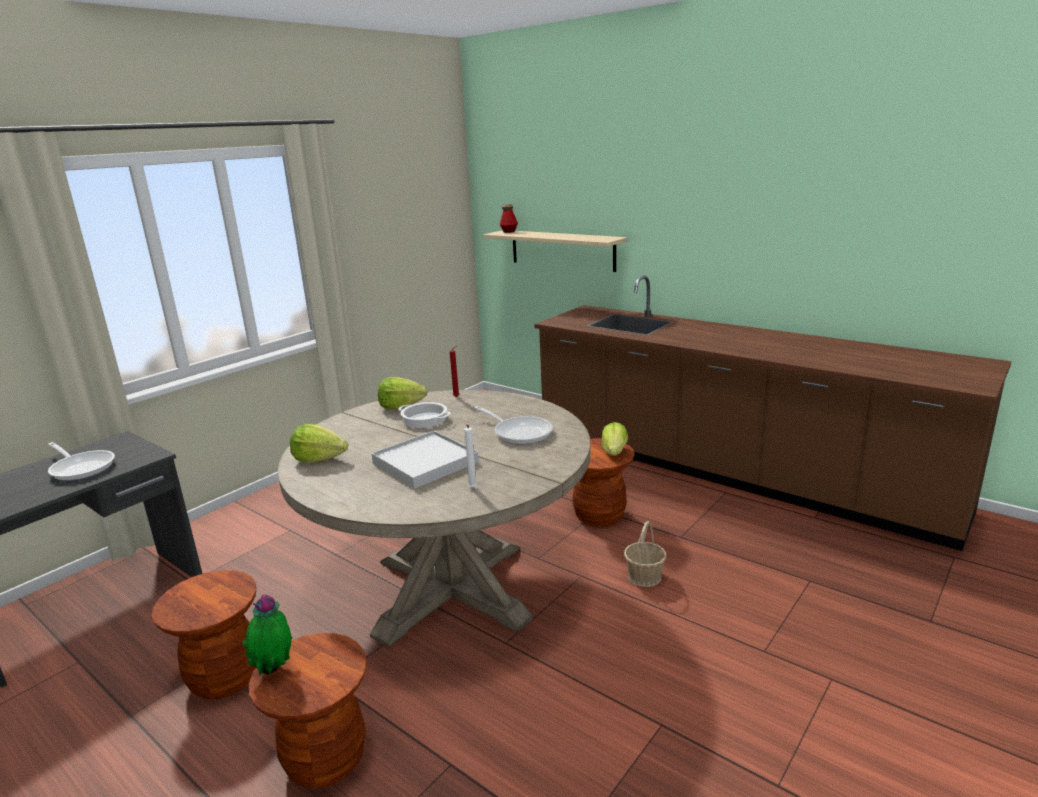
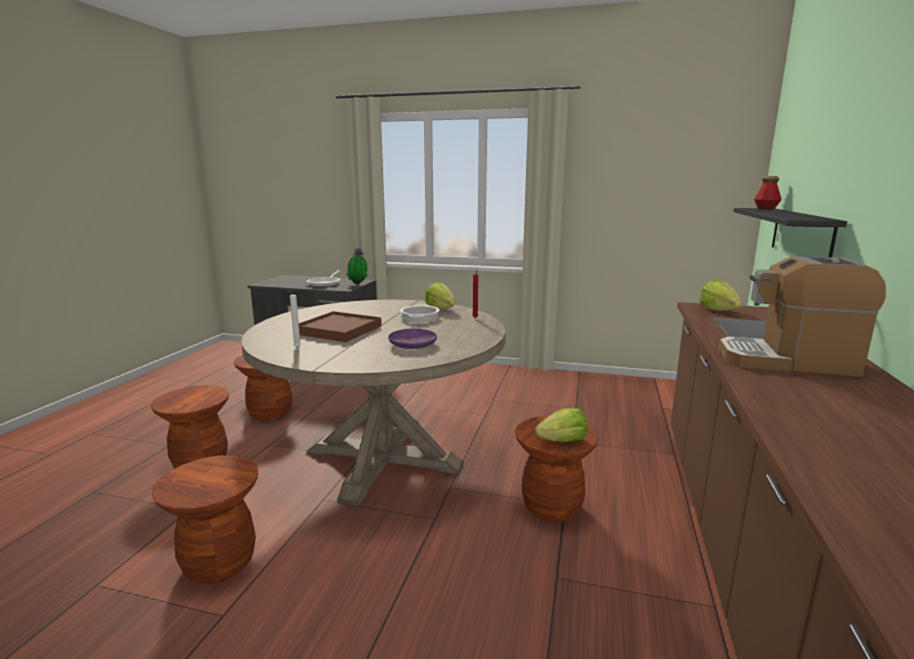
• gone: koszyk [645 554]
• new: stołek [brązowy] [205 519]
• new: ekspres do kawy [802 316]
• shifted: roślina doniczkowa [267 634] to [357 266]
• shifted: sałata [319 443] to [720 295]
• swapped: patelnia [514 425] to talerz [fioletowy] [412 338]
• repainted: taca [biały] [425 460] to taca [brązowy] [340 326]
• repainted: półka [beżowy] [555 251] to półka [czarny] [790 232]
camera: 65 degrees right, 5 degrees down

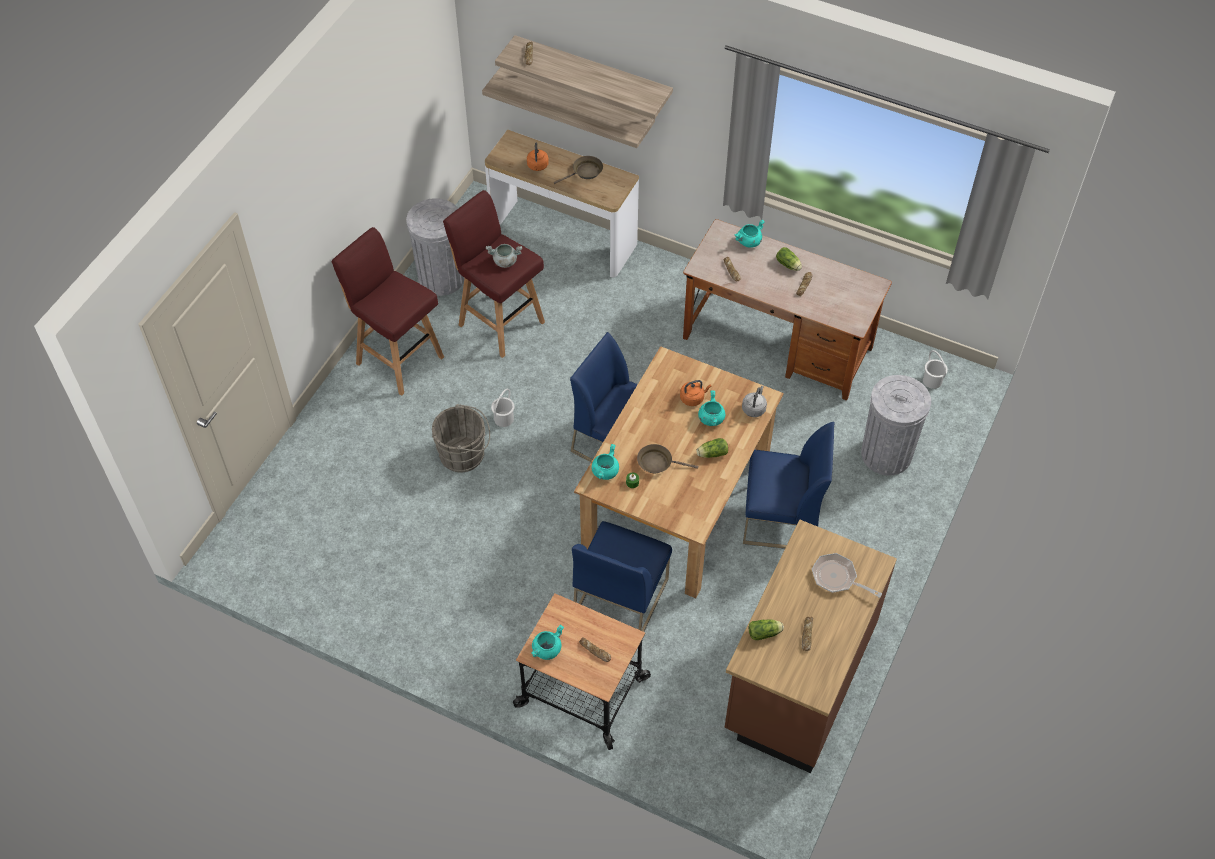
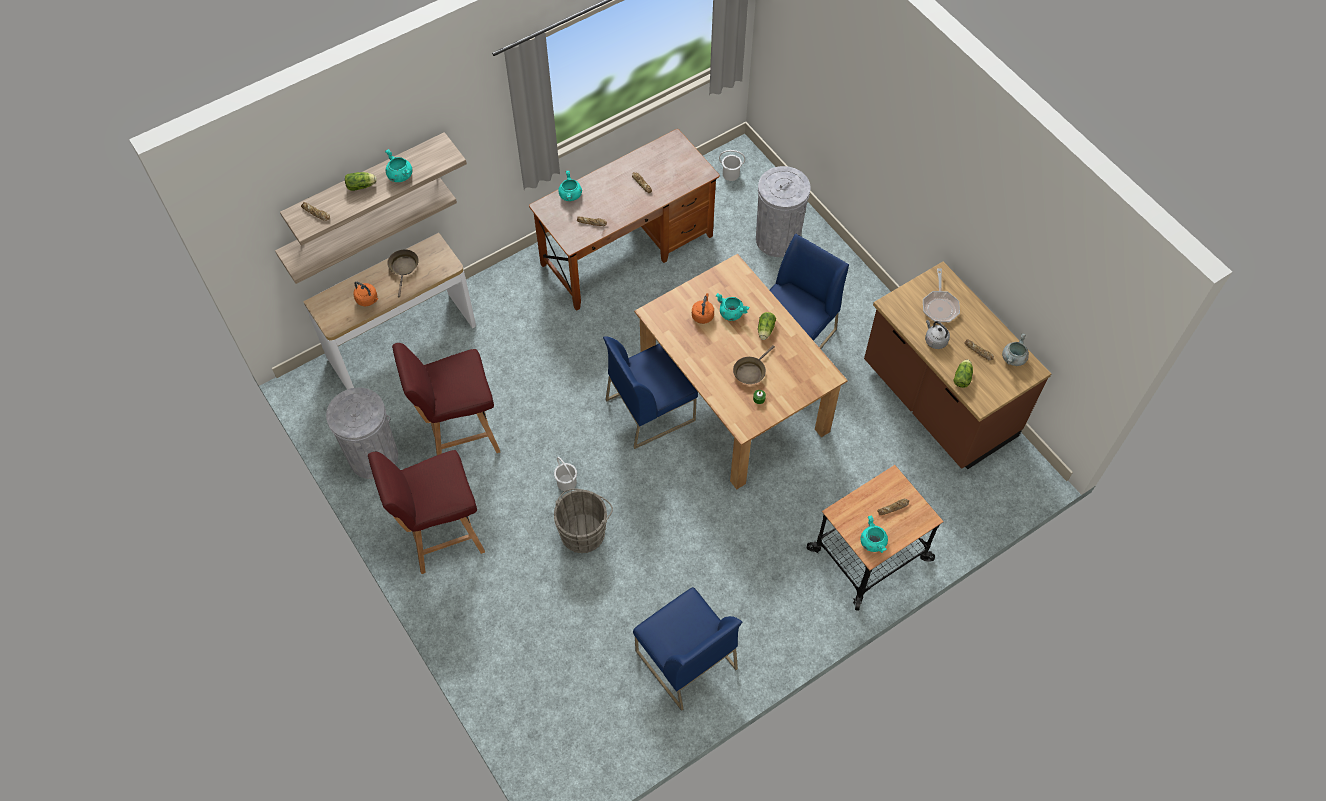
• shifted: garnek [szary] [504 256] to [1015 349]
• shifted: krzesło [niebieski] [622 576] to [687 649]
• shifted: garnek [turkusowy] [605 462] to [399 165]
• shifted: czajnik [szary] [754 401] to [937 334]
• shifted: sałata [789 259] to [361 181]
• rotated: patelnia [847 575] = [941 295] 60 degrees counterclockwise
camera: 60 degrees left, 5 degrees up

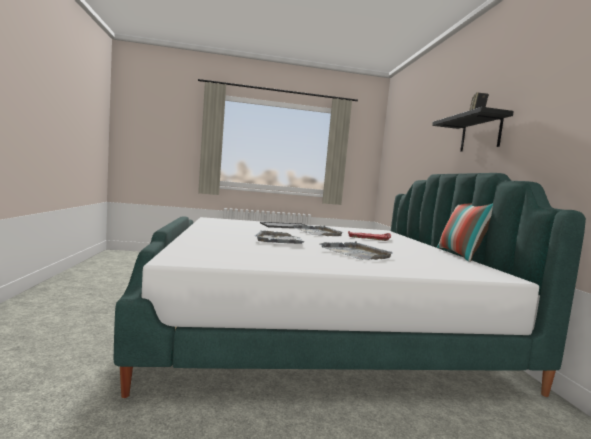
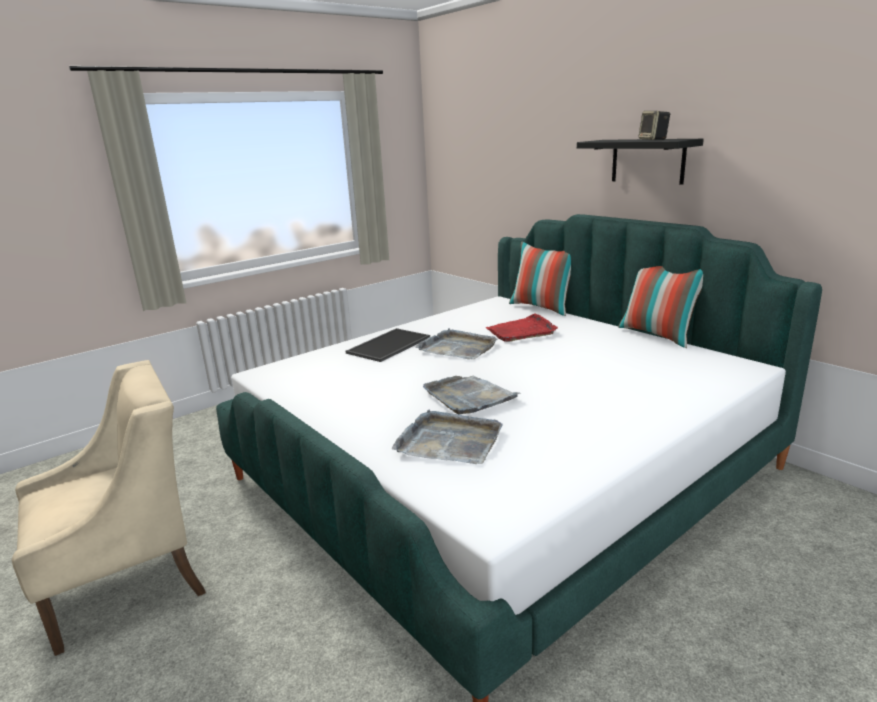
• new: fotel [beżowy] [109 508]
• new: poduszka [540 279]
• shifted: taca [szary] [356 250] to [447 437]
camera: 30 degrees left, 15 degrees up

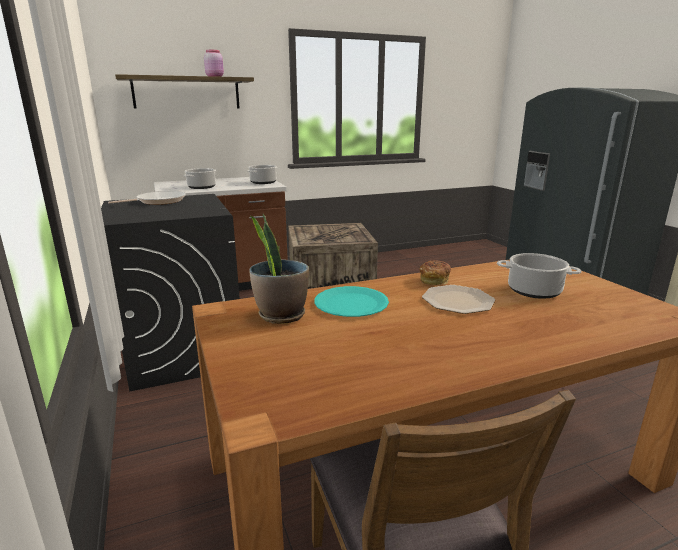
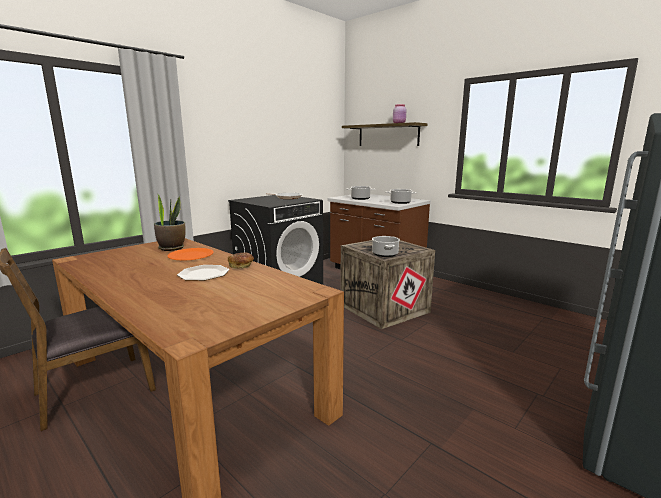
• shifted: garnek [539 276] to [386 246]
• repainted: talerz [turkusowy] [351 301] to talerz [pomarańczowy] [190 254]
camera: 65 degrees right, 5 degrees down

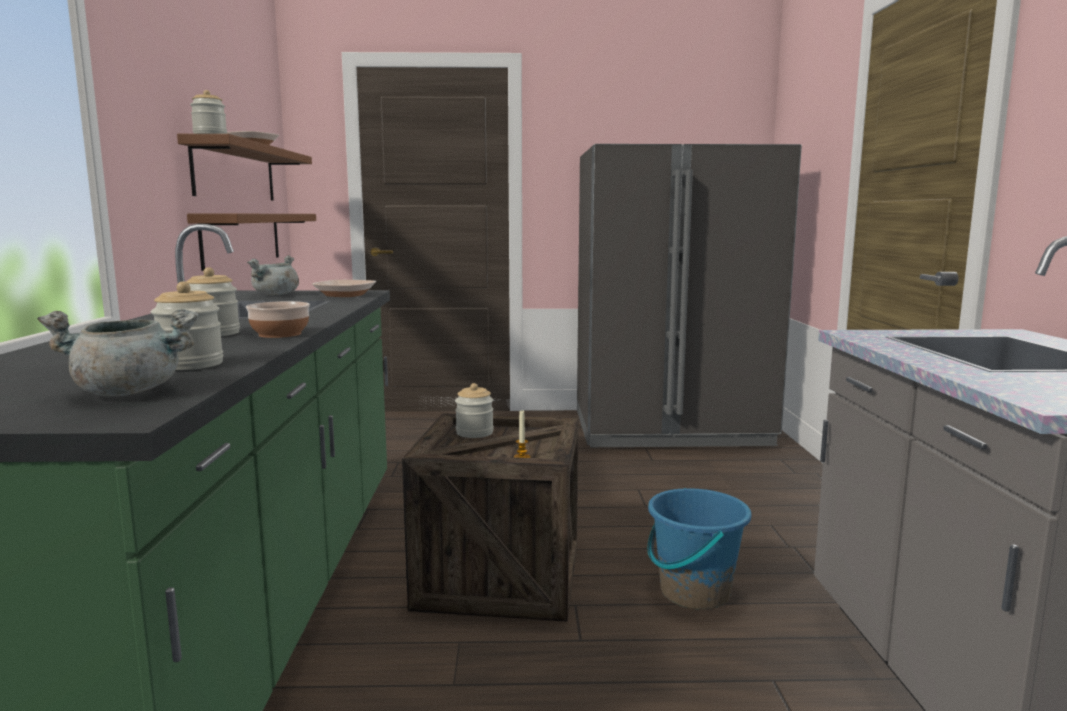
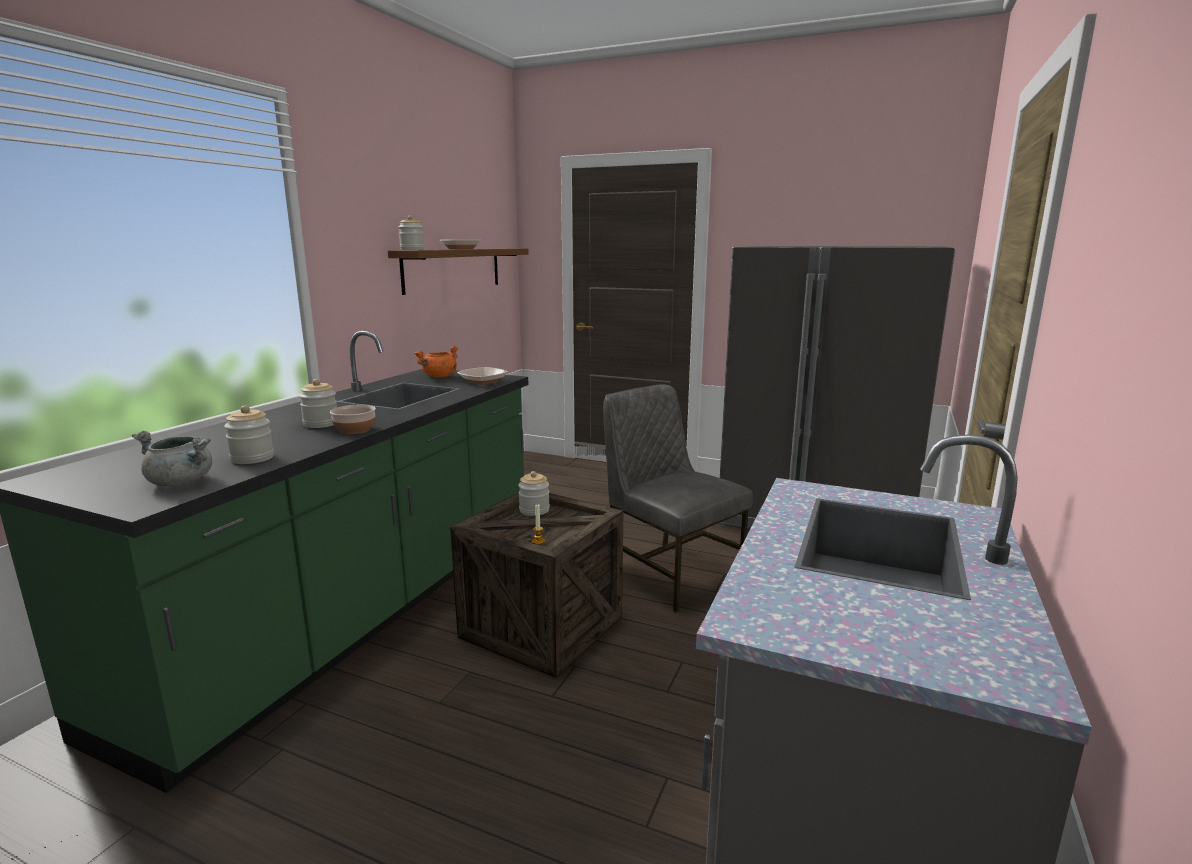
• gone: półka [brązowy] [251 242]
• gone: wiadro [niebieski] [700 549]
• new: krzesło [szary] [678 498]
• repainted: garnek [szary] [273 275] to garnek [pomarańczowy] [437 361]
camera: 25 degrees right, 5 degrees up

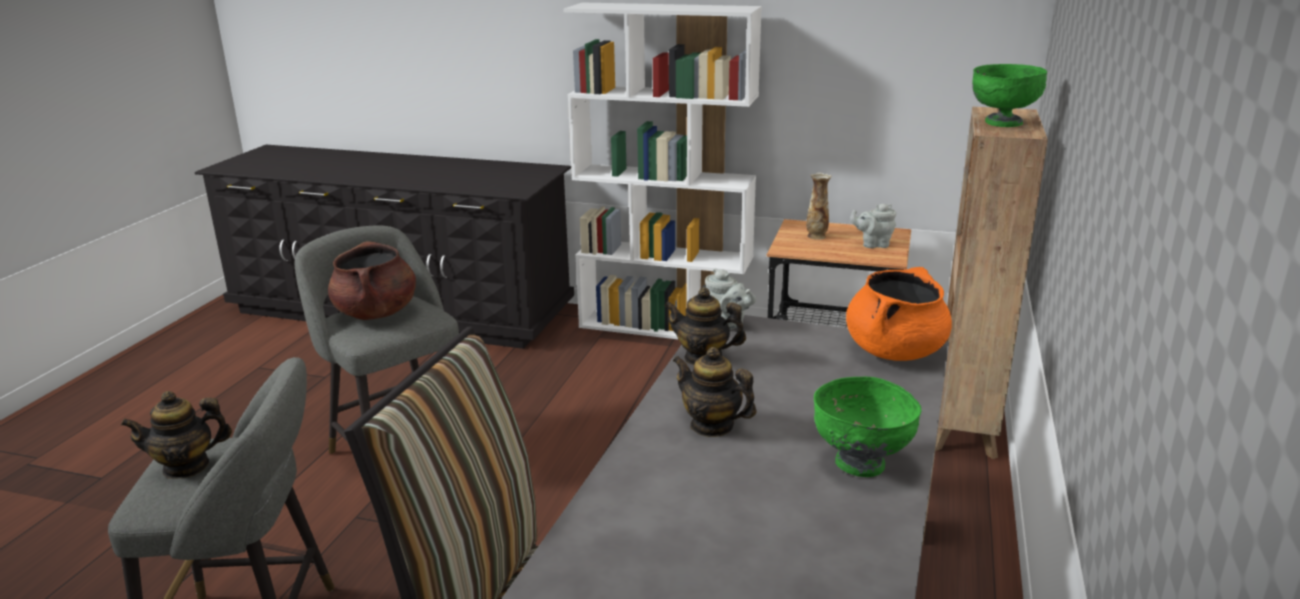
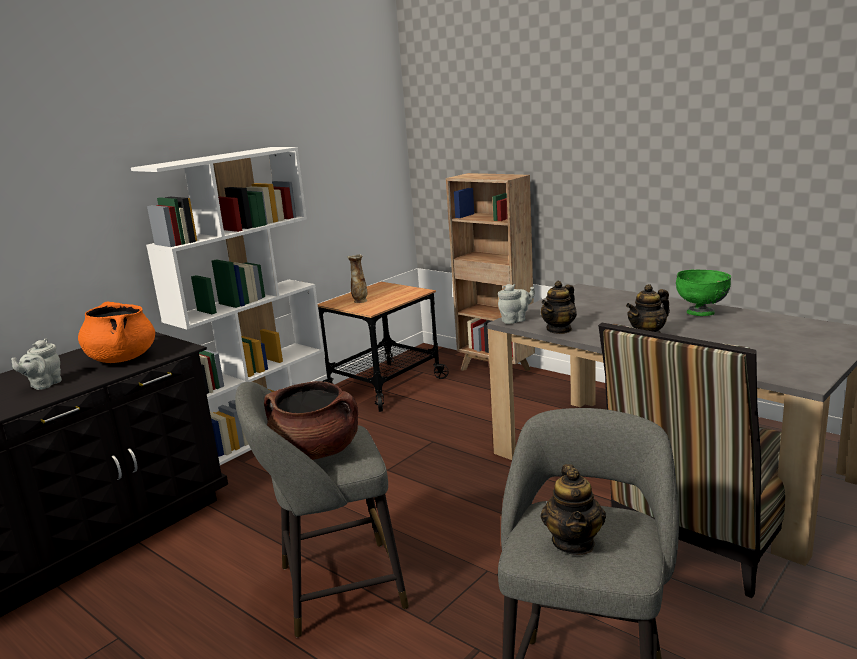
• gone: miska [zielony] [1009 95]
• shifted: garnek [pomarańczowy] [899 314] to [116 332]
• shifted: imbryk [szary] [873 226] to [36 364]
camera: 65 degrees left, 5 degrees down

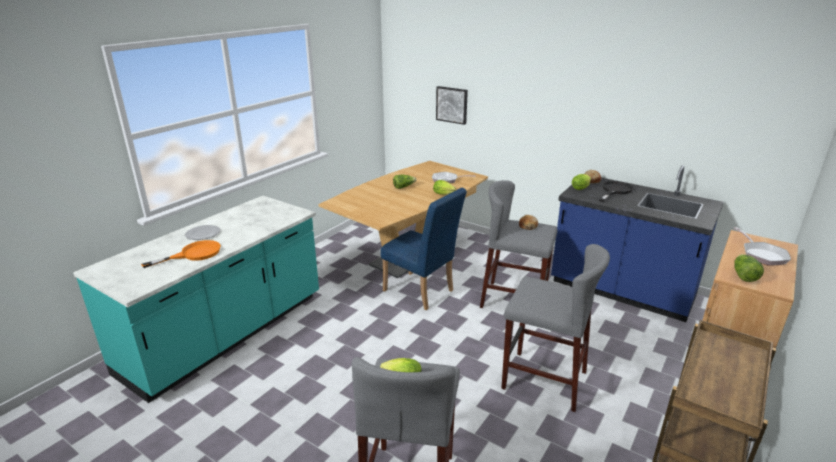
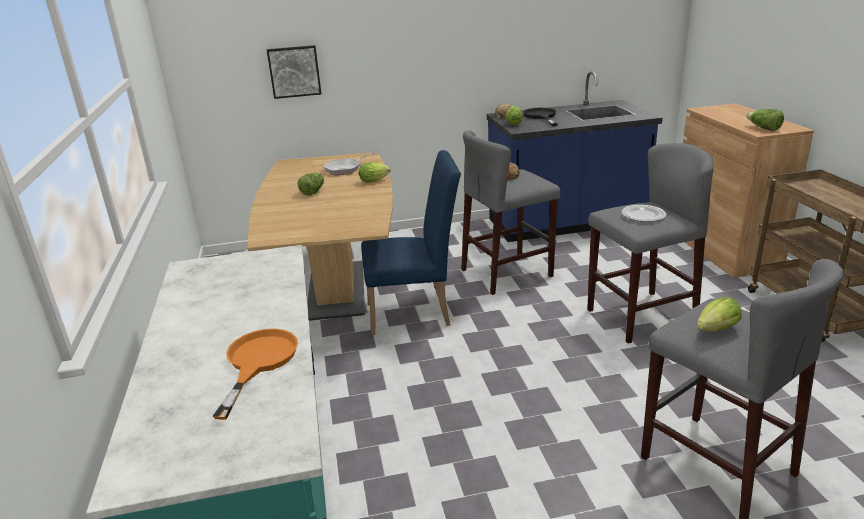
• gone: patelnia [762 246]
• shifted: talerz [202 232] to [643 213]
camera: 45 degrees left, 0 degrees up

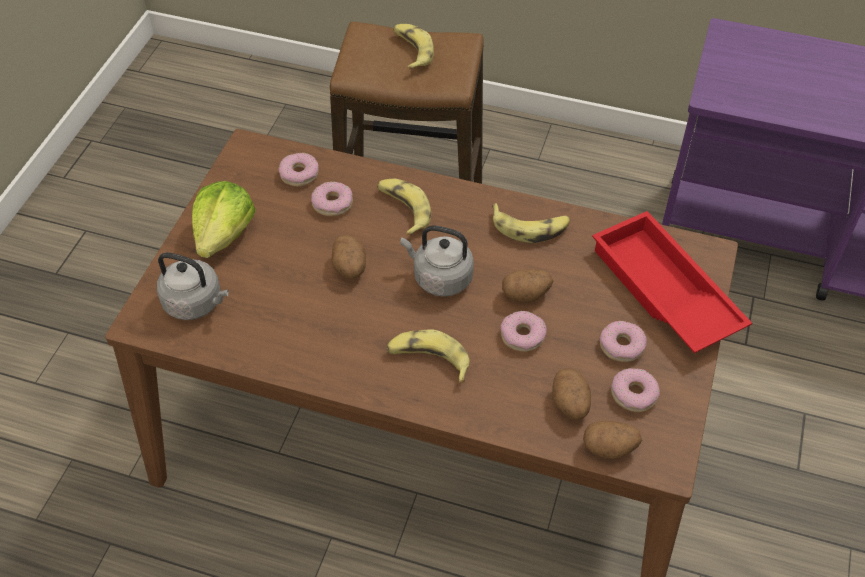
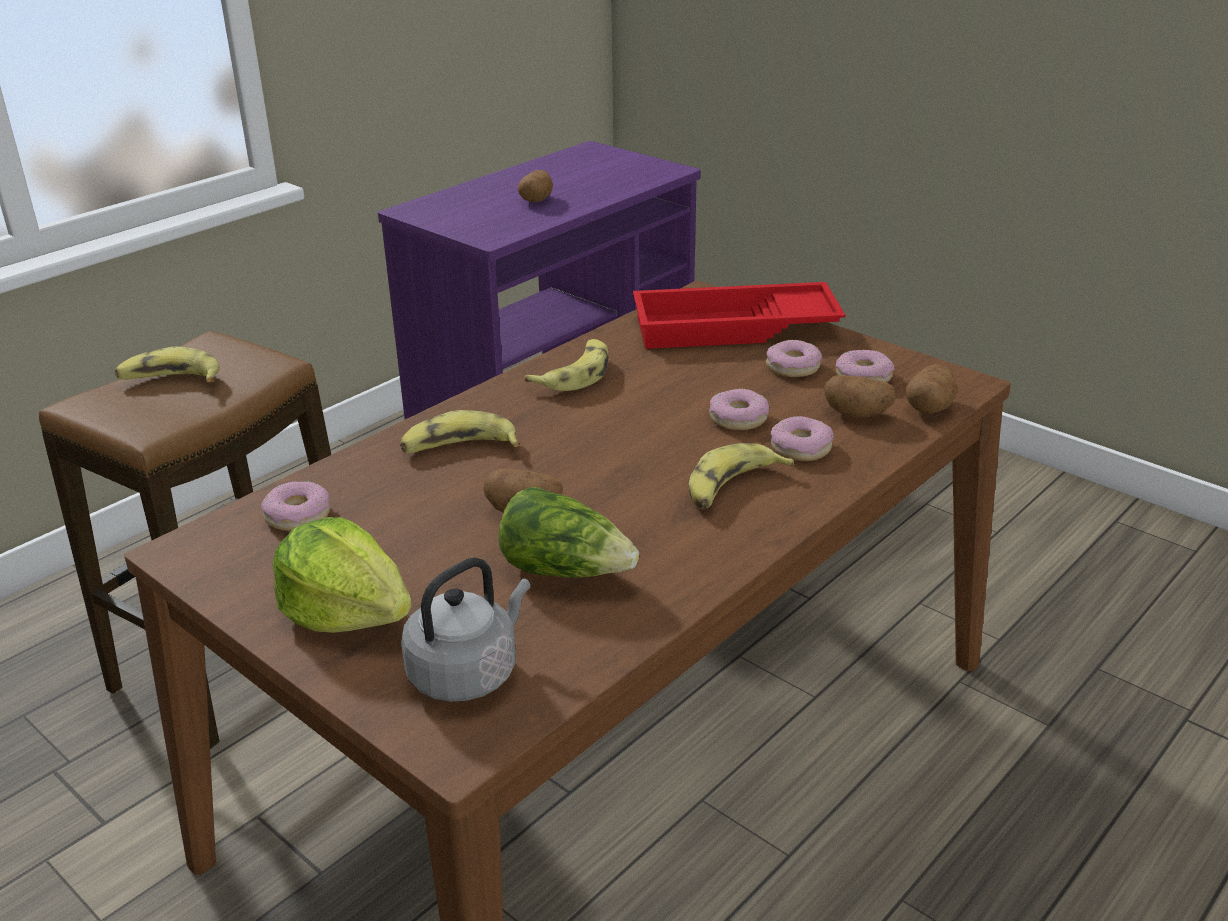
• gone: czajnik [szary] [437 261]
• new: sałata [568 532]
• shifted: donut [332 199] to [802 438]
• shifted: ziemniak [527 286] to [535 186]
camera: 65 degrees left, 20 degrees down

